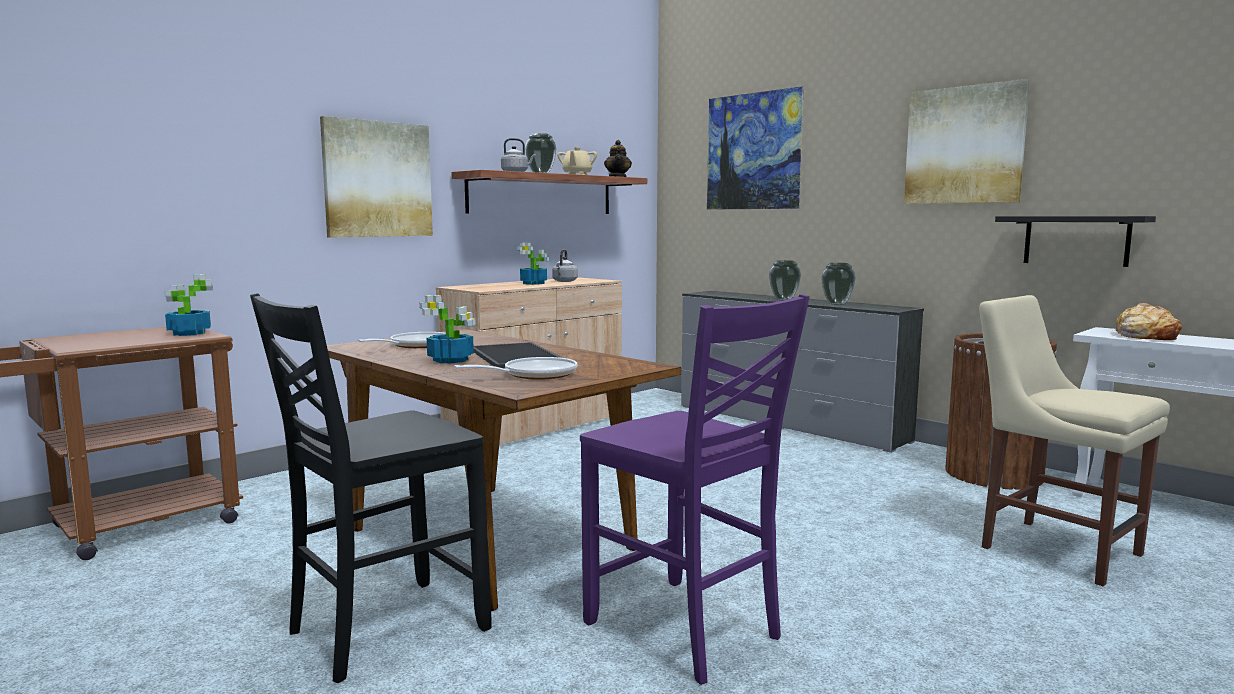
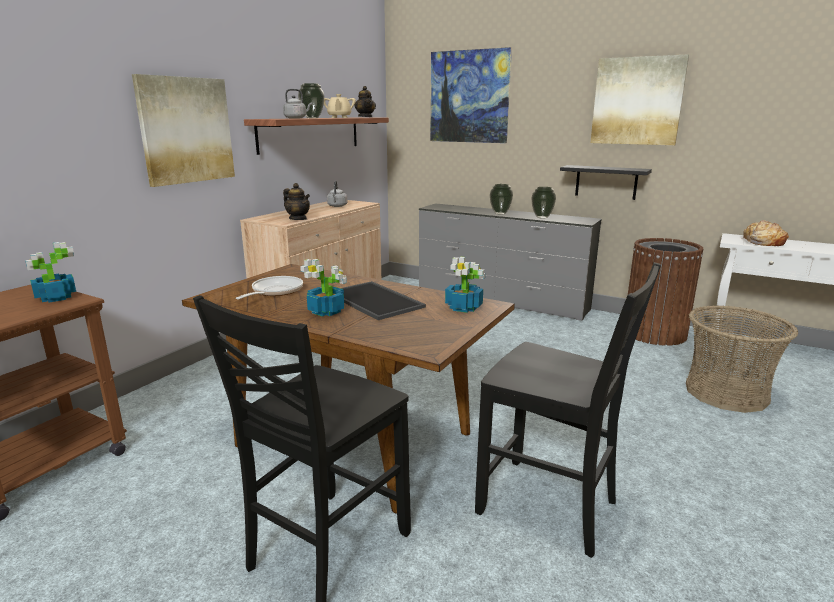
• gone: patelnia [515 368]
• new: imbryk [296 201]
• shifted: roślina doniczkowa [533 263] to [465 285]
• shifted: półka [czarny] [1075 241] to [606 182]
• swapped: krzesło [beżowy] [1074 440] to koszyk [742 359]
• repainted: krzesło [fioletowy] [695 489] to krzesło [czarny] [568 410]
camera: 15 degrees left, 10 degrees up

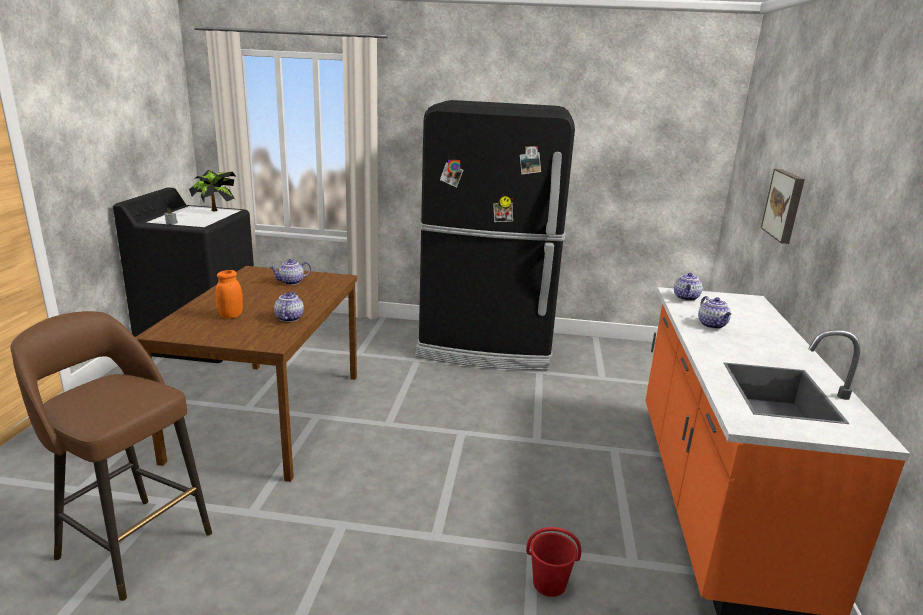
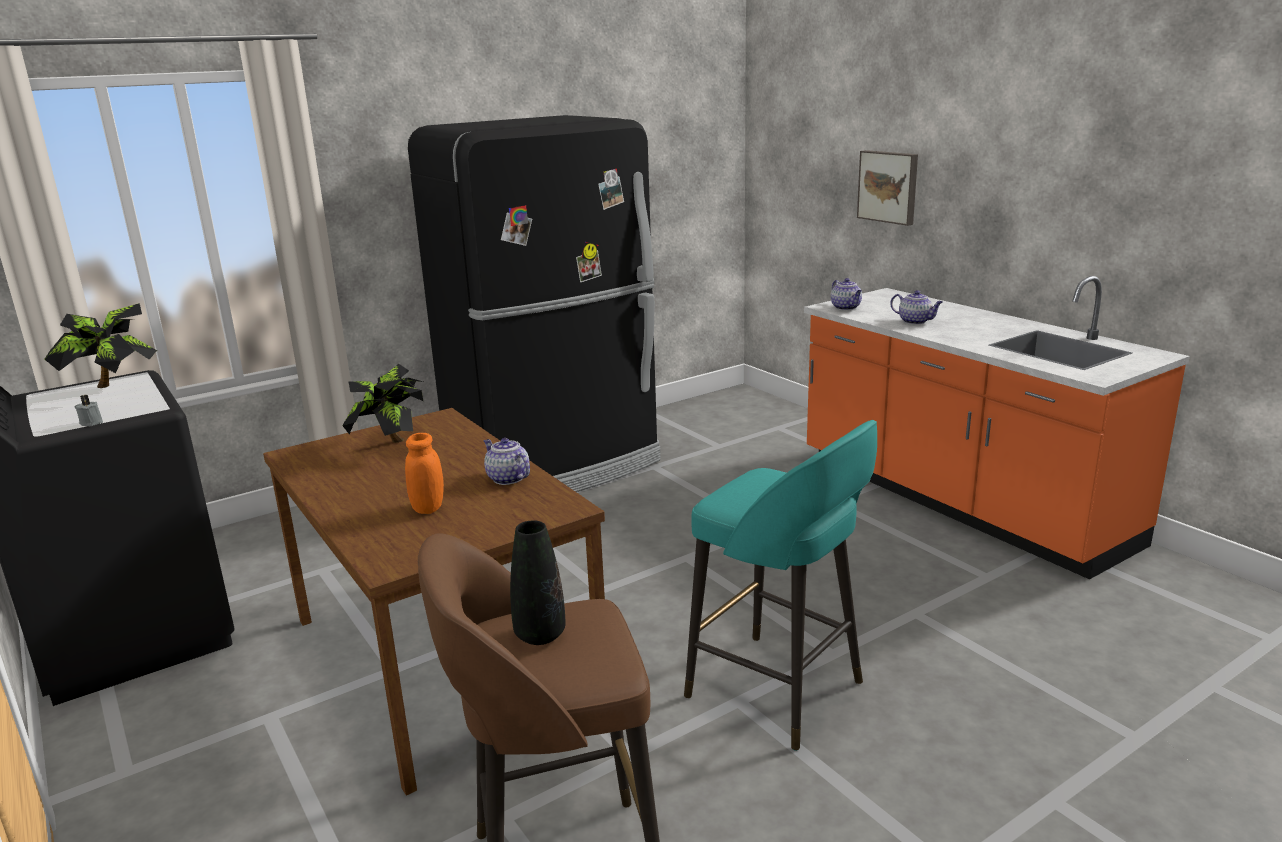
• gone: wiadro [czerwony] [553 562]
• new: wazon [czarny] [538 582]
• new: stołek [turkusowy] [780 585]
• swapped: imbryk [290 272] to roślina doniczkowa [382 403]
camera: 40 degrees left, 0 degrees up

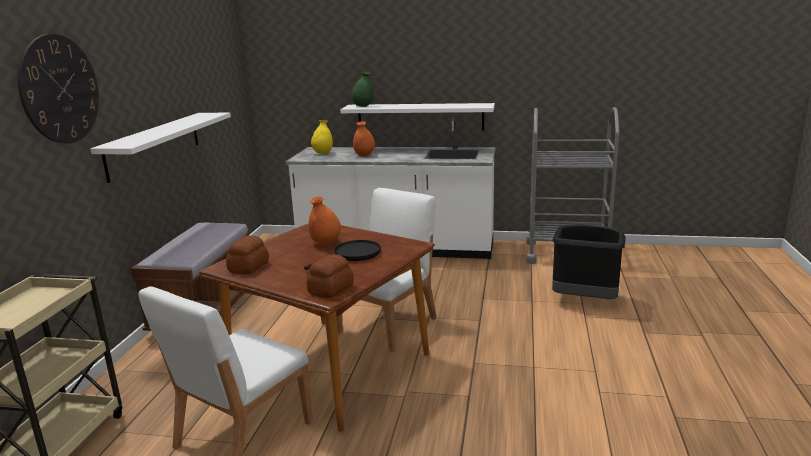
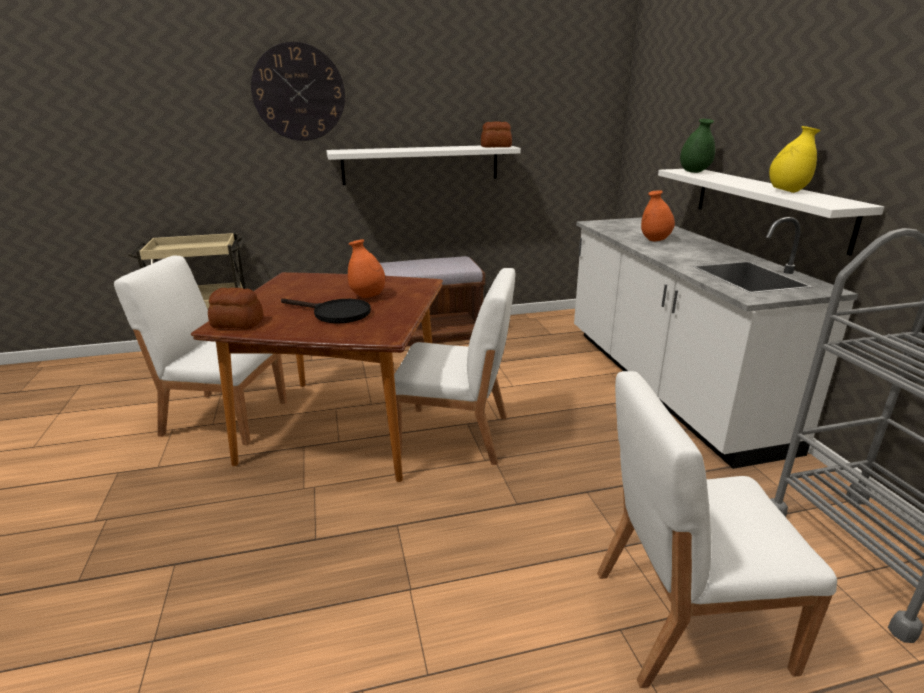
• shifted: chleb [247 255] to [496 134]
• shifted: wazon [żółty] [322 137] to [794 159]
• swapped: kosz na śmieci [czarny] [589 262] to krzesło [biały] [717 529]
camera: 65 degrees right, 5 degrees up

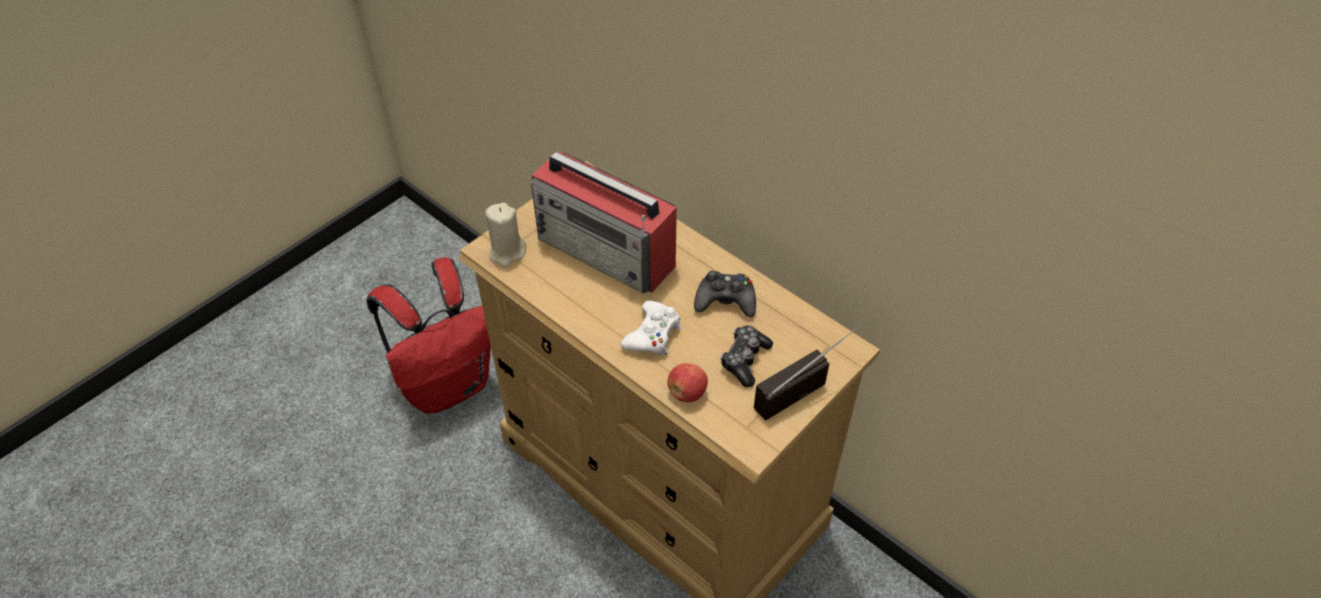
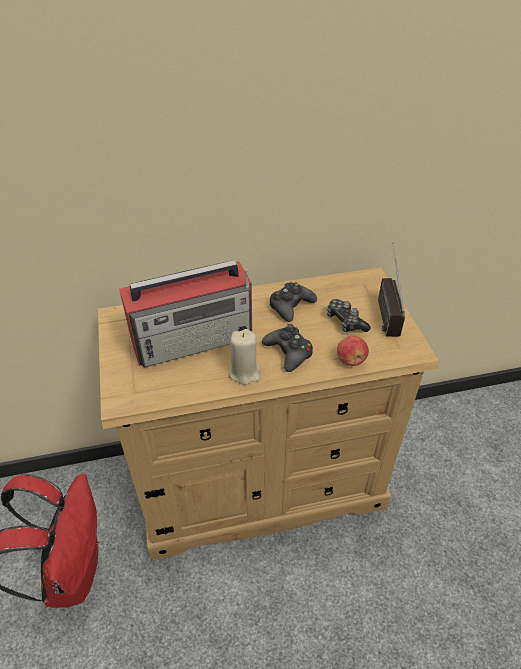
• shifted: świeca [beżowy] [505 235] to [245 357]
• repainted: pad do gier [biały] [651 328] to pad do gier [czarny] [287 348]
camera: 55 degrees left, 5 degrees down

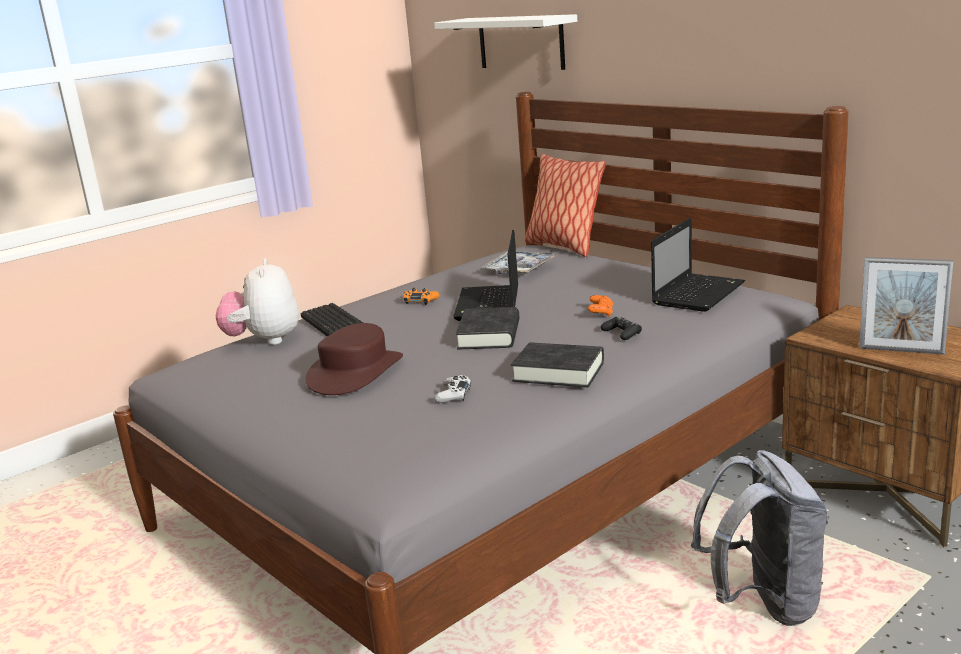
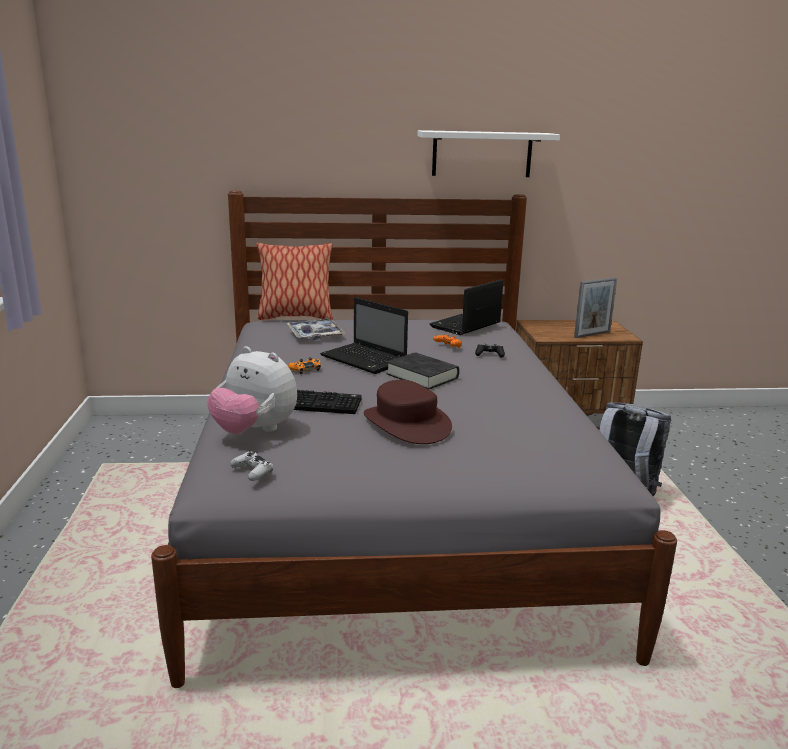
• gone: książka [czarny] [557 364]
• shifted: półka [biały] [505 42] to [488 153]
• shifted: pad do gier [biały] [452 389] to [251 466]
• rotated: laptop [698 265] = [466 307] 120 degrees counterclockwise
camera: 55 degrees left, 0 degrees up

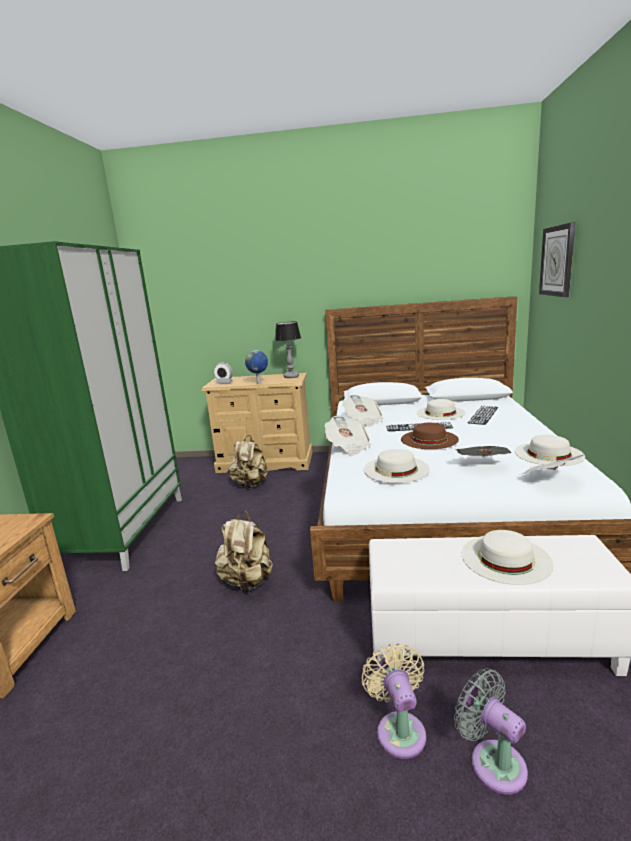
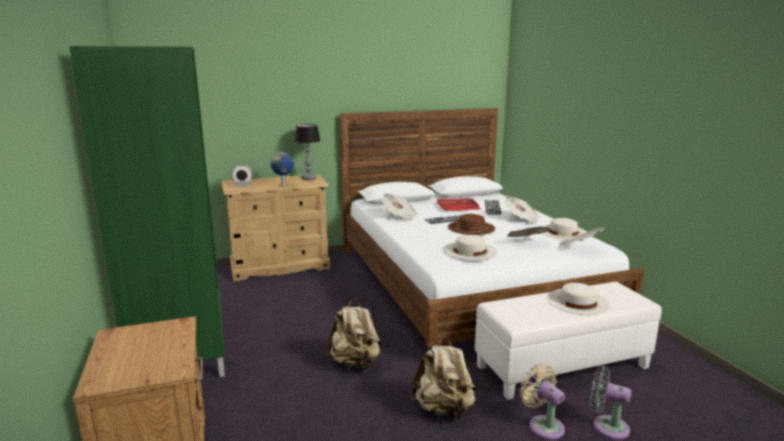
• gone: zegar ścienny [557 259]
• shifted: plecak [beżowy] [248 461] to [443 378]
• shifted: gazeta [347 435] to [521 210]
• swapped: kapelusz [biały] [440 409] to taca [czerwony] [459 204]
camera: 25 degrees left, 0 degrees up

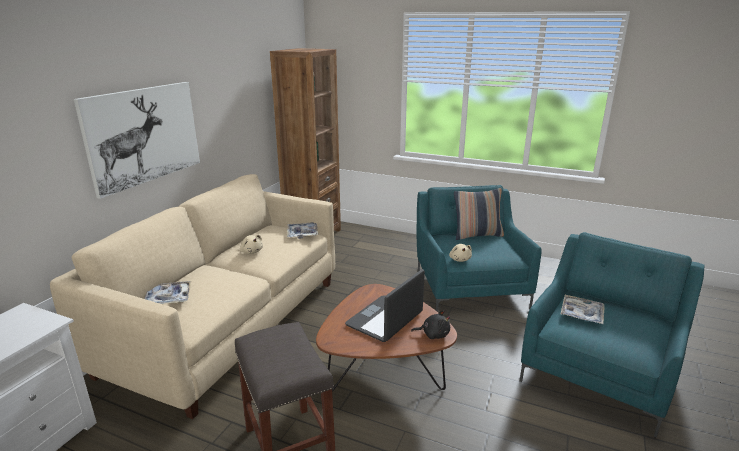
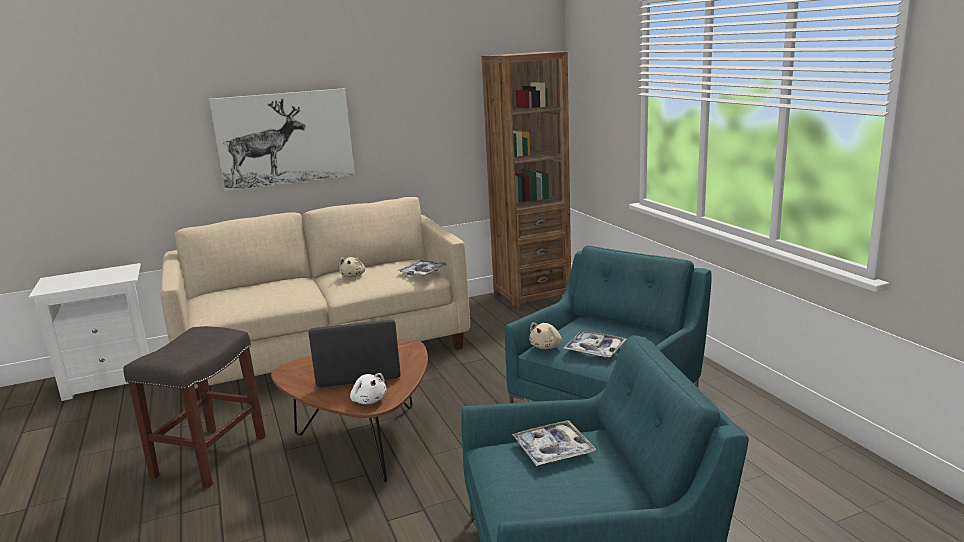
• gone: poduszka [479 214]
• shifted: taca [167 292] to [594 344]
• repainted: pluszak [czarny] [430 324] to pluszak [biały] [368 388]
camera: 45 degrees right, 5 degrees down

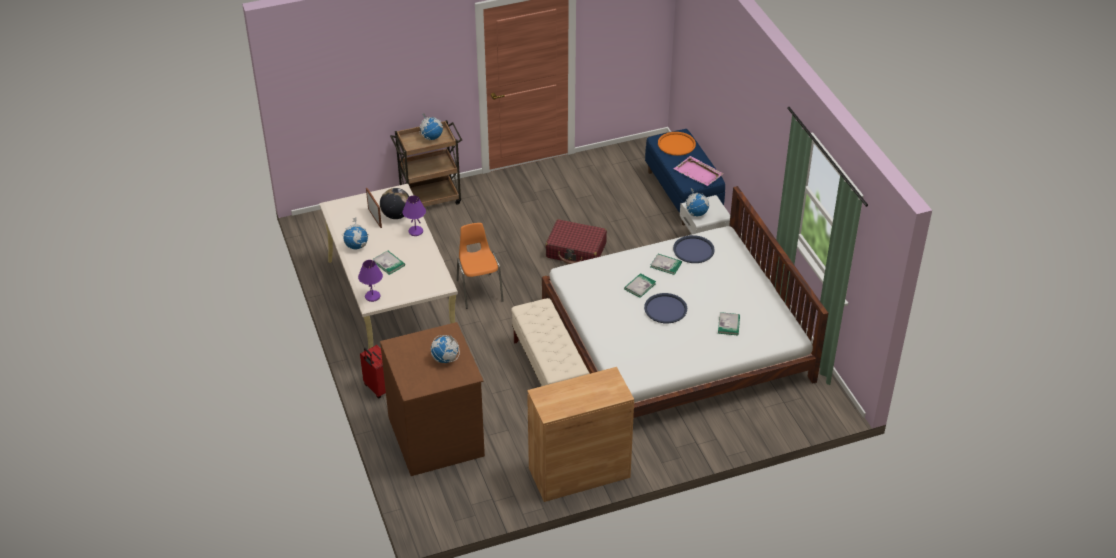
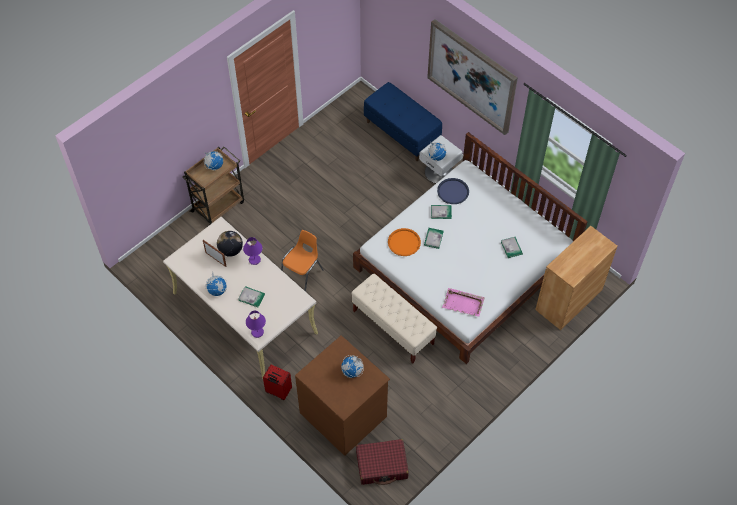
• gone: taca [niebieski] [665 308]
• new: obraz [472 77]
• shifted: szafka [brązowy] [580 434] to [576 278]
• shifted: walizka [czerwony] [576 241] to [382 462]
• shifted: taca [pomarańczowy] [677 144] to [404 242]
• shifted: taca [różowy] [698 171] to [463 302]
• rotated: krzesło [pomarańczowy] [480 266] = [302 261] 75 degrees clockwise
camera: 25 degrees left, 15 degrees up

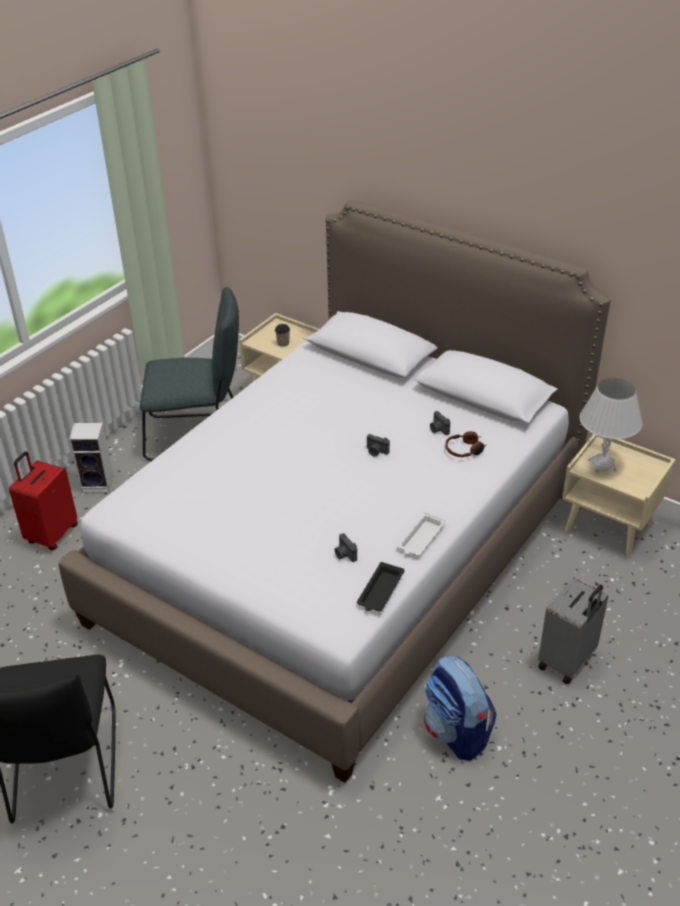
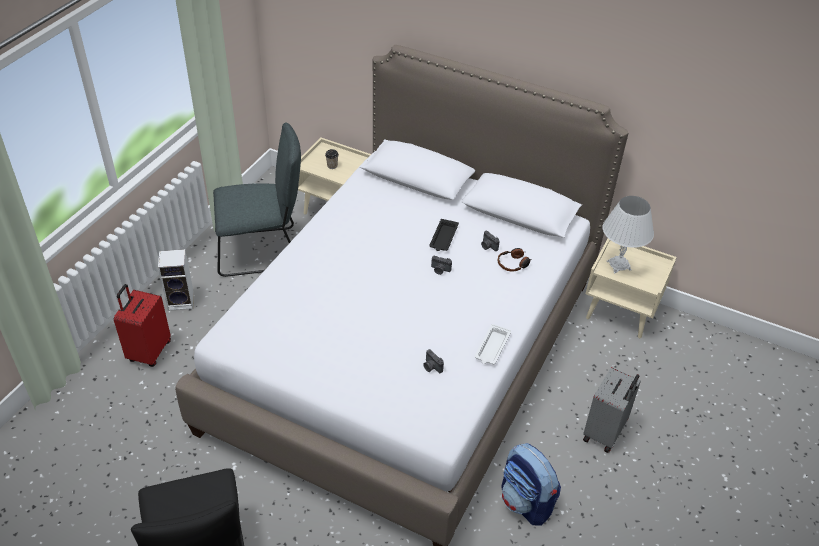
• shifted: taca [czarny] [380 587] to [444 235]
camera: 10 degrees left, 5 degrees up

